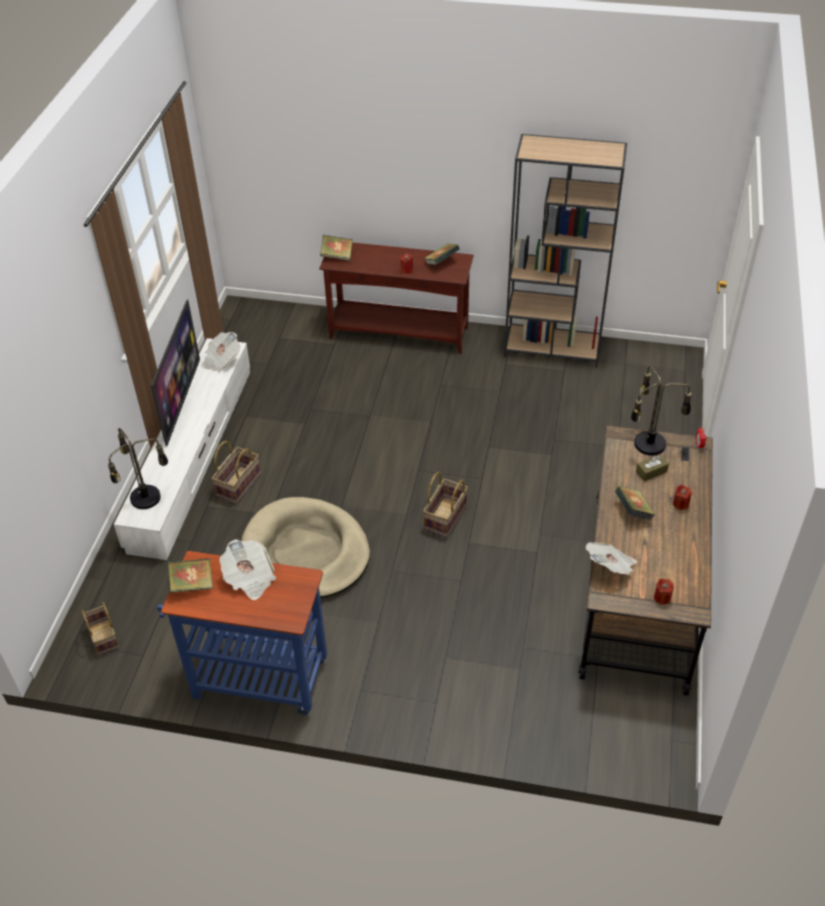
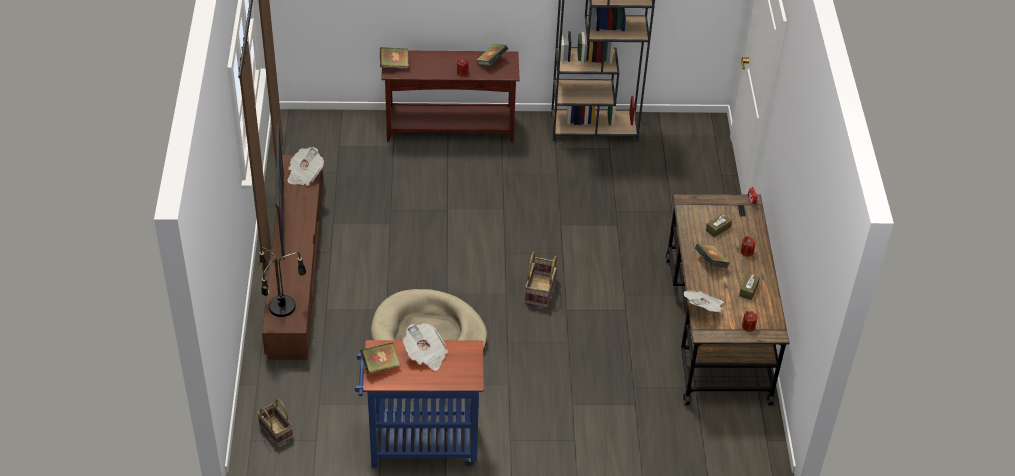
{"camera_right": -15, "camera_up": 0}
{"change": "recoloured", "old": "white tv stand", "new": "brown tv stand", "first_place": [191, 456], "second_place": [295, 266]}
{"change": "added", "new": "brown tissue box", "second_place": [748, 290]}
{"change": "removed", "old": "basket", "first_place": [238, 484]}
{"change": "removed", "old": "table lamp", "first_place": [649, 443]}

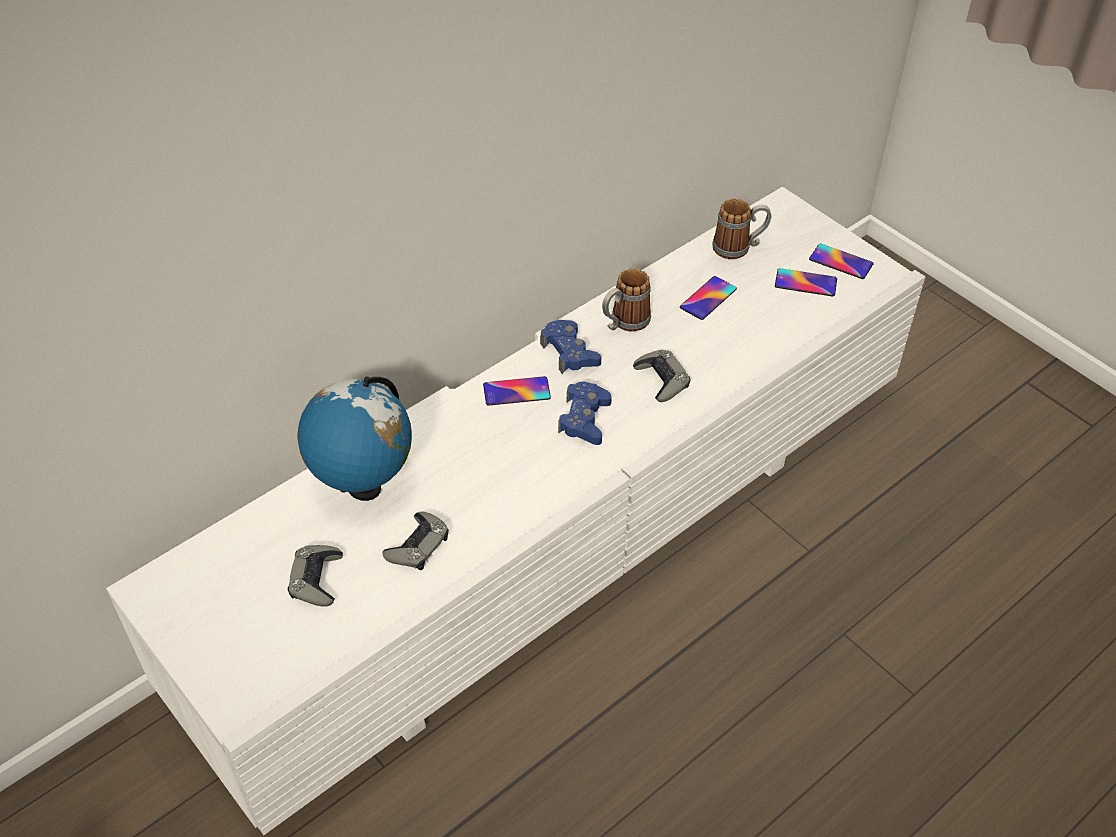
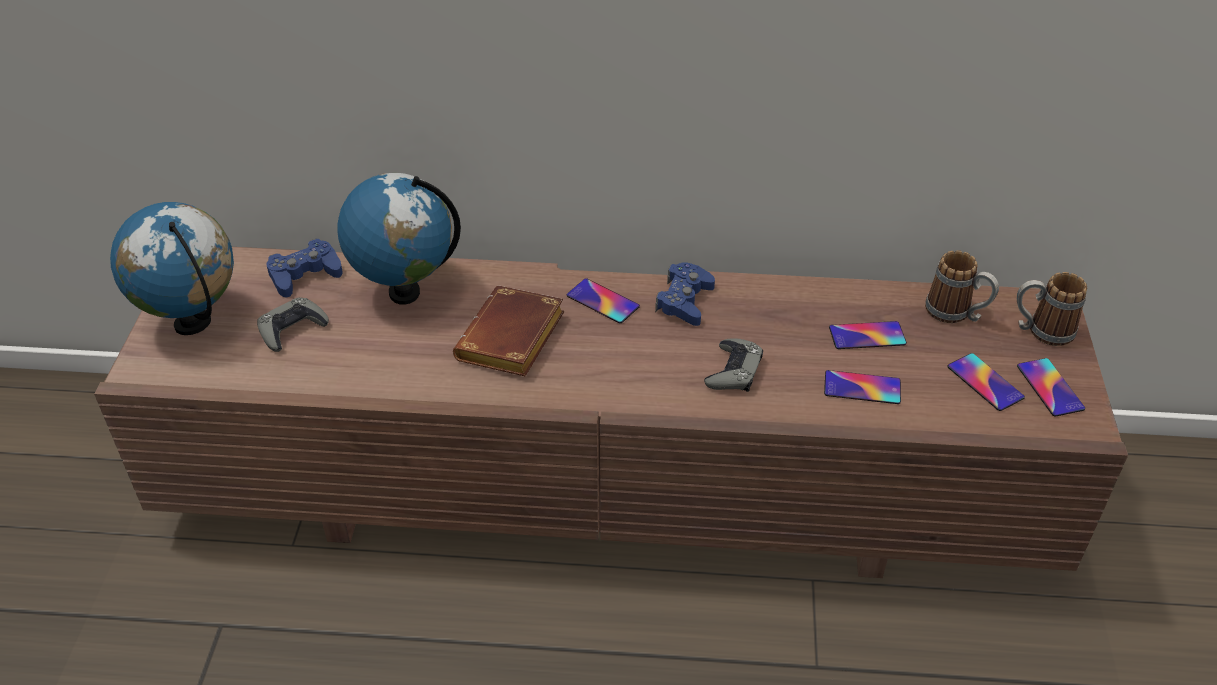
{"camera_right": 45, "camera_up": -5}
{"change": "recoloured", "old": "white tv stand", "new": "brown tv stand", "first_place": [556, 541], "second_place": [608, 488]}
{"change": "added", "new": "globe", "second_place": [193, 323]}
{"change": "moved", "old": "blue game controller", "first_place": [584, 419], "second_place": [305, 274]}
{"change": "added", "new": "brown book", "second_place": [512, 341]}
{"change": "added", "new": "phone", "second_place": [862, 388]}
{"change": "moved", "old": "mug", "first_place": [624, 323], "second_place": [1041, 331]}
{"change": "removed", "old": "grey game controller", "first_place": [418, 546]}

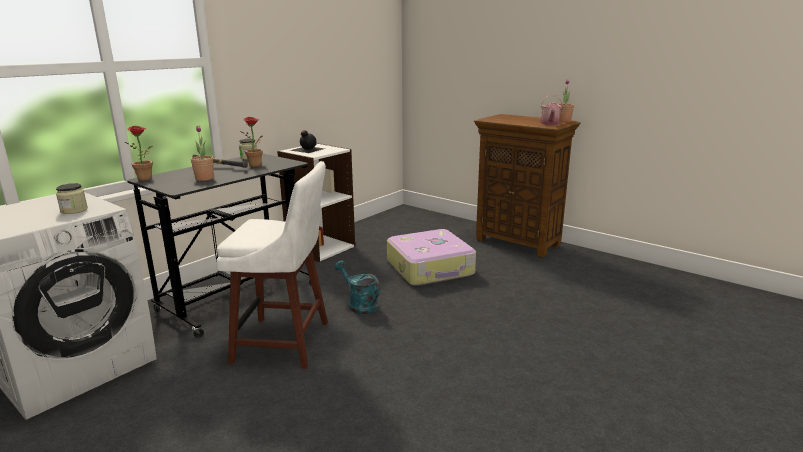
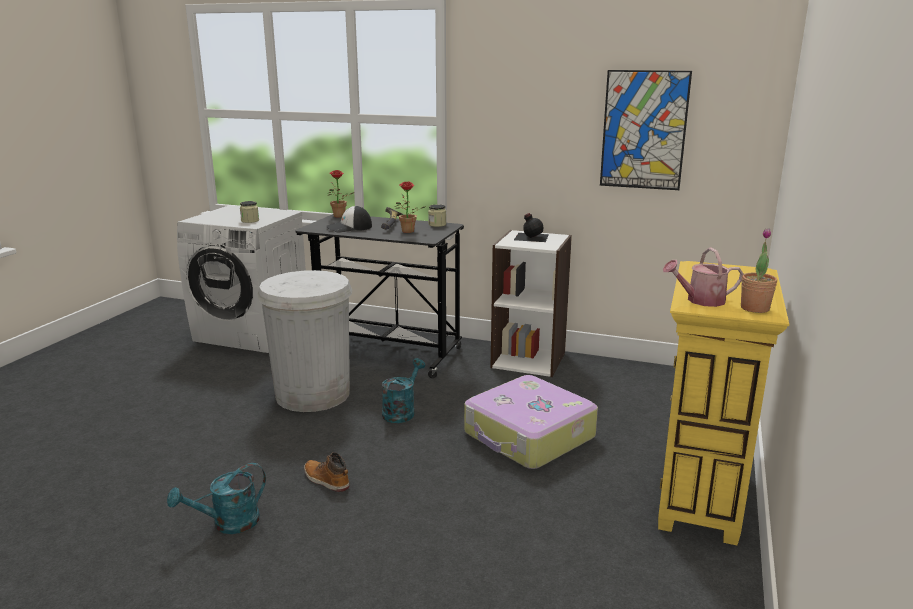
{"camera_right": 70, "camera_up": 0}
{"change": "added", "new": "turquoise watering can", "second_place": [228, 524]}
{"change": "replaced", "old": "white chair", "new": "white trash can", "first_place": [287, 342], "second_place": [313, 394]}
{"change": "added", "new": "boot", "second_place": [326, 480]}
{"change": "replaced", "old": "potted plant", "new": "cap", "first_place": [204, 178], "second_place": [349, 228]}
{"change": "added", "new": "picture", "second_place": [644, 130]}
{"change": "recoloured", "old": "brown cabinet", "new": "yellow cabinet", "first_place": [519, 242], "second_place": [701, 498]}

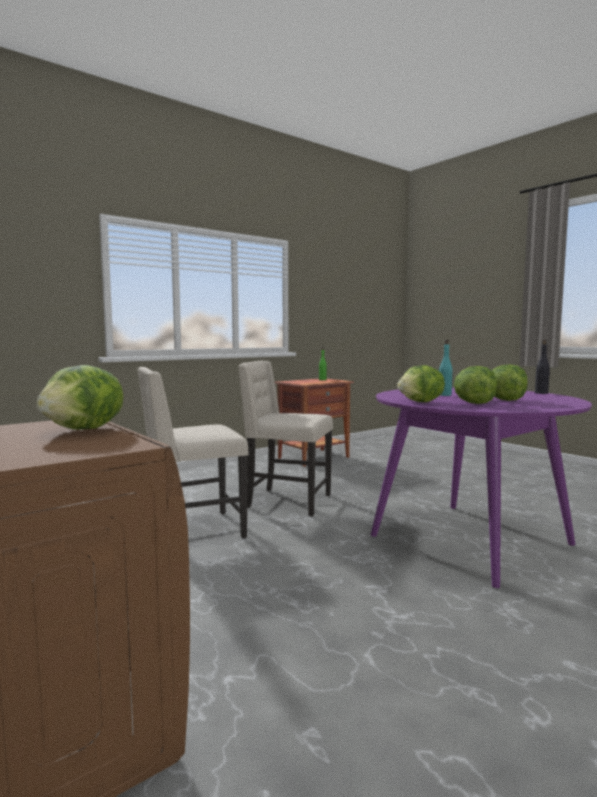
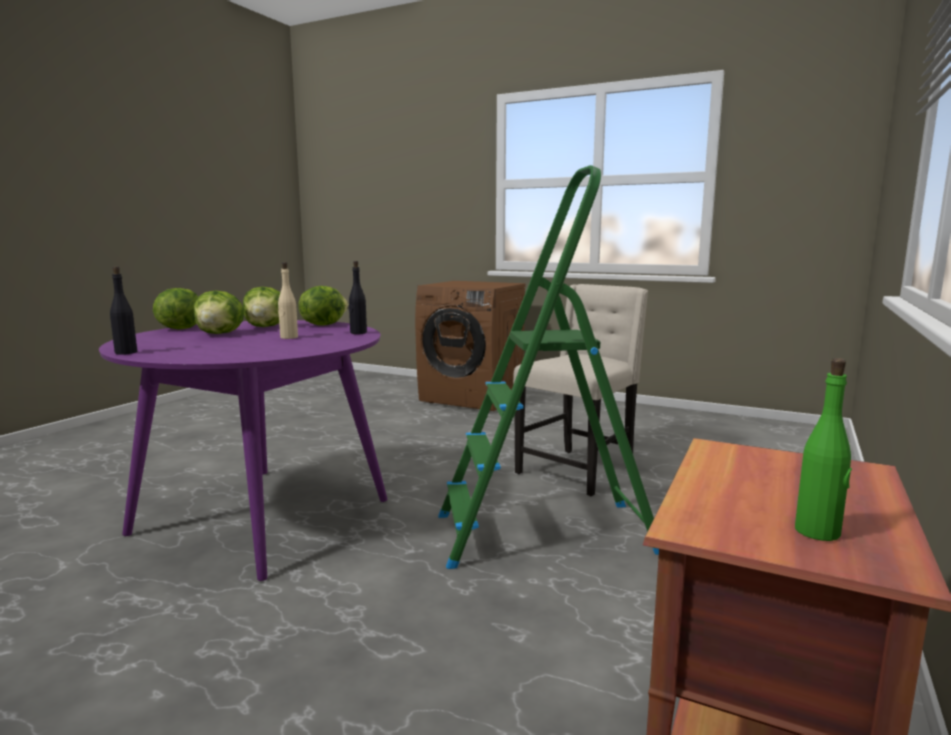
{"camera_right": 155, "camera_up": 5}
{"change": "moved", "old": "lettuce", "first_place": [85, 430], "second_place": [180, 329]}
{"change": "recoloured", "old": "turquoise bottle", "new": "beige bottle", "first_place": [445, 395], "second_place": [288, 337]}
{"change": "added", "new": "black bottle", "second_place": [358, 333]}
{"change": "replaced", "old": "beige chair", "new": "green step ladder", "first_place": [287, 501], "second_place": [543, 534]}

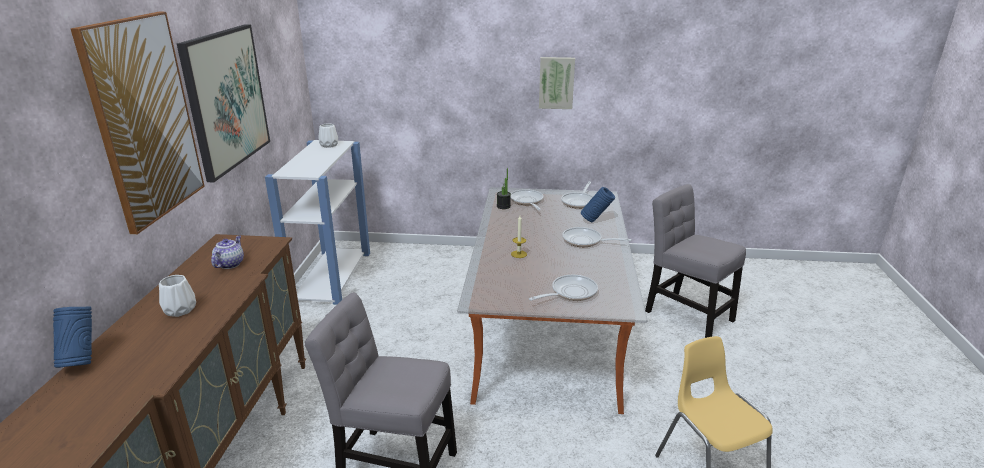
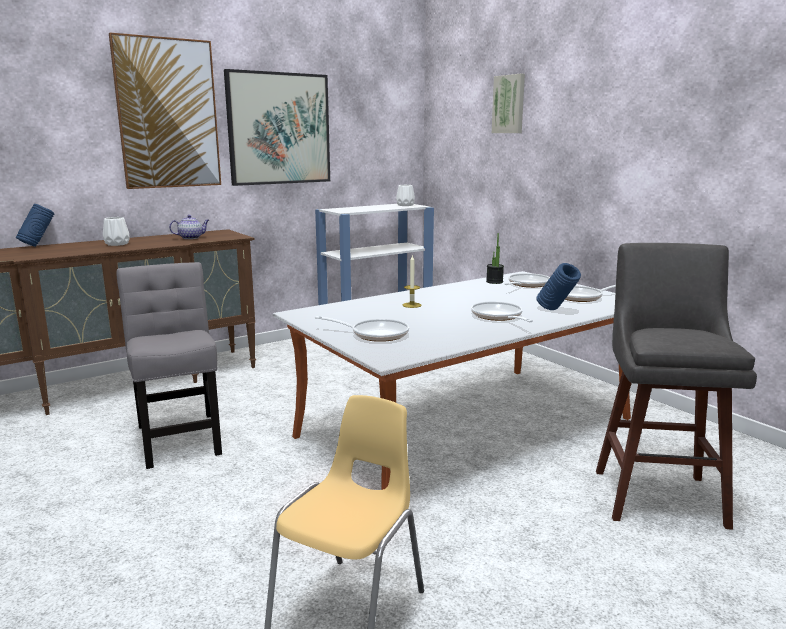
{"camera_right": 50, "camera_up": -10}
{"change": "moved", "old": "picture", "first_place": [556, 83], "second_place": [509, 104]}
{"change": "replaced", "old": "grey chair", "new": "grey stool", "first_place": [685, 313], "second_place": [658, 495]}

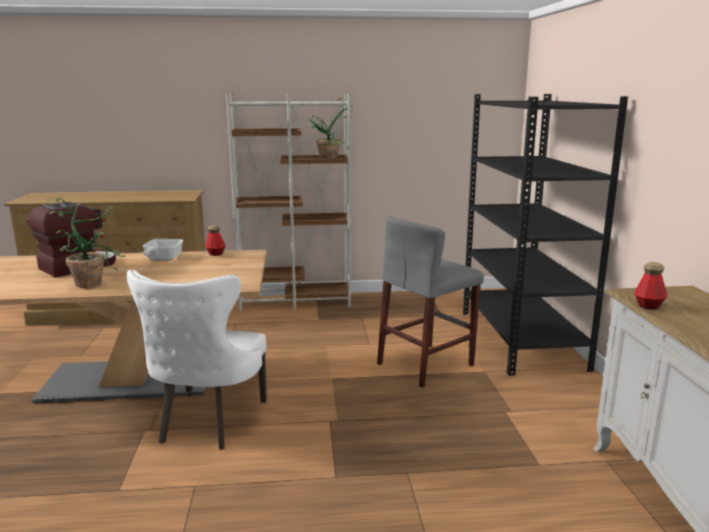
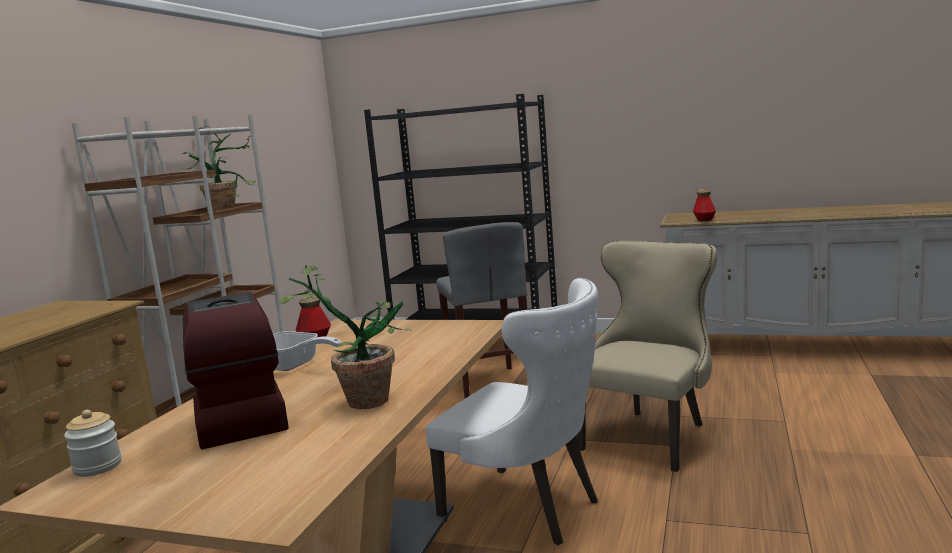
{"camera_right": -65, "camera_up": -5}
{"change": "added", "new": "jar", "second_place": [97, 467]}
{"change": "added", "new": "beige chair", "second_place": [650, 436]}

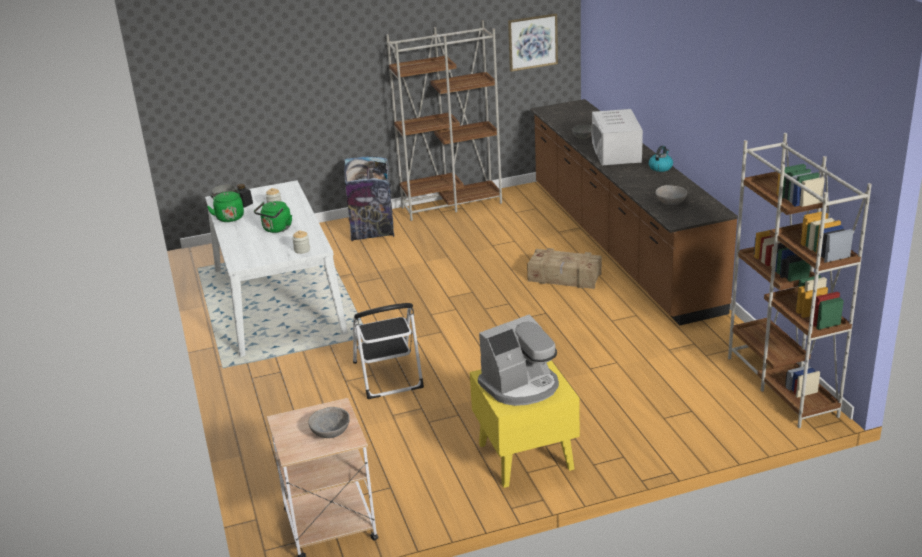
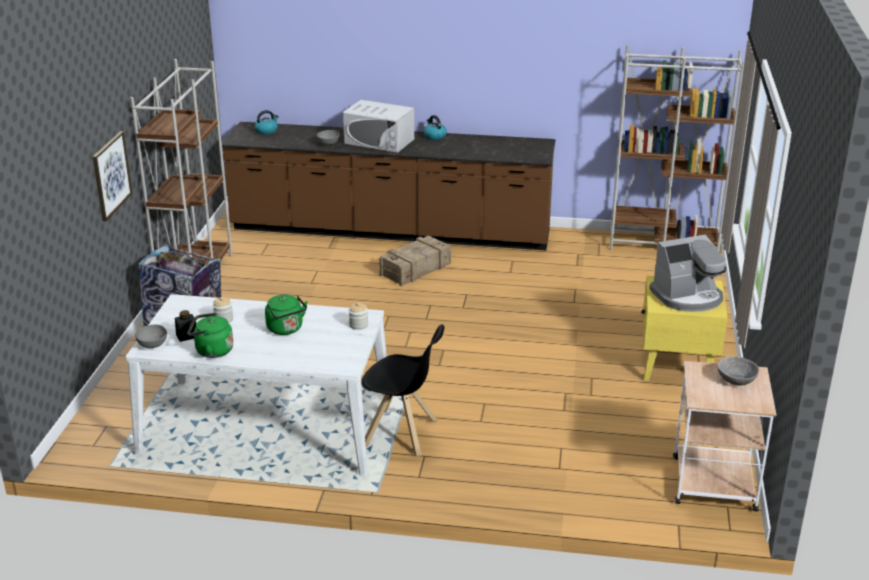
{"camera_right": -65, "camera_up": 0}
{"change": "moved", "old": "picture", "first_place": [532, 42], "second_place": [111, 175]}
{"change": "added", "new": "kettle", "second_place": [266, 131]}
{"change": "added", "new": "black chair", "second_place": [402, 433]}
{"change": "turned", "old": "coffee machine", "first_place": [521, 386], "second_place": [688, 297], "degrees": 75}
{"change": "removed", "old": "step ladder", "first_place": [388, 376]}
{"change": "removed", "old": "grey bowl", "first_place": [670, 202]}

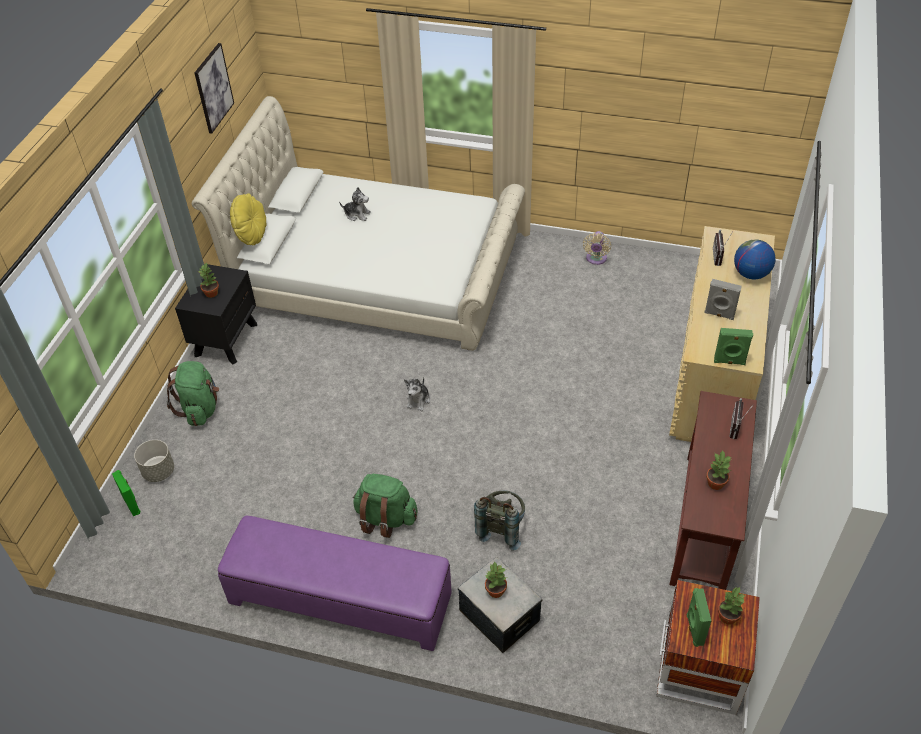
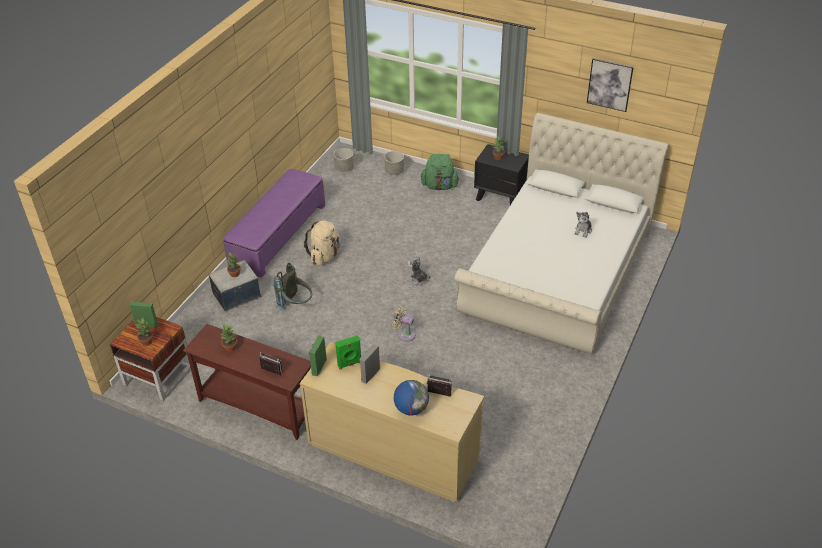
{"camera_right": 100, "camera_up": -5}
{"change": "recoloured", "old": "green backpack", "new": "beige backpack", "first_place": [385, 518], "second_place": [325, 256]}
{"change": "added", "new": "grey planter", "second_place": [344, 168]}
{"change": "moved", "old": "green speaker", "first_place": [132, 504], "second_place": [349, 364]}
{"change": "moved", "old": "beige fan", "first_place": [596, 259], "second_place": [404, 334]}
{"change": "removed", "old": "yellow pillow", "first_place": [252, 236]}

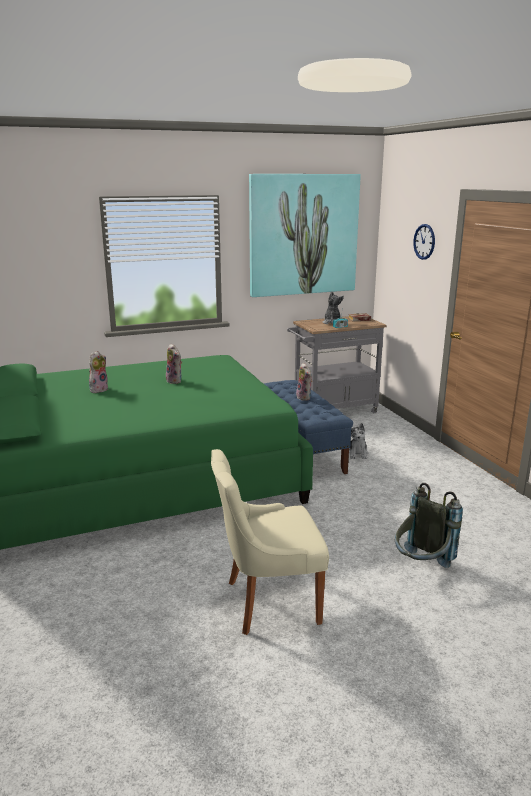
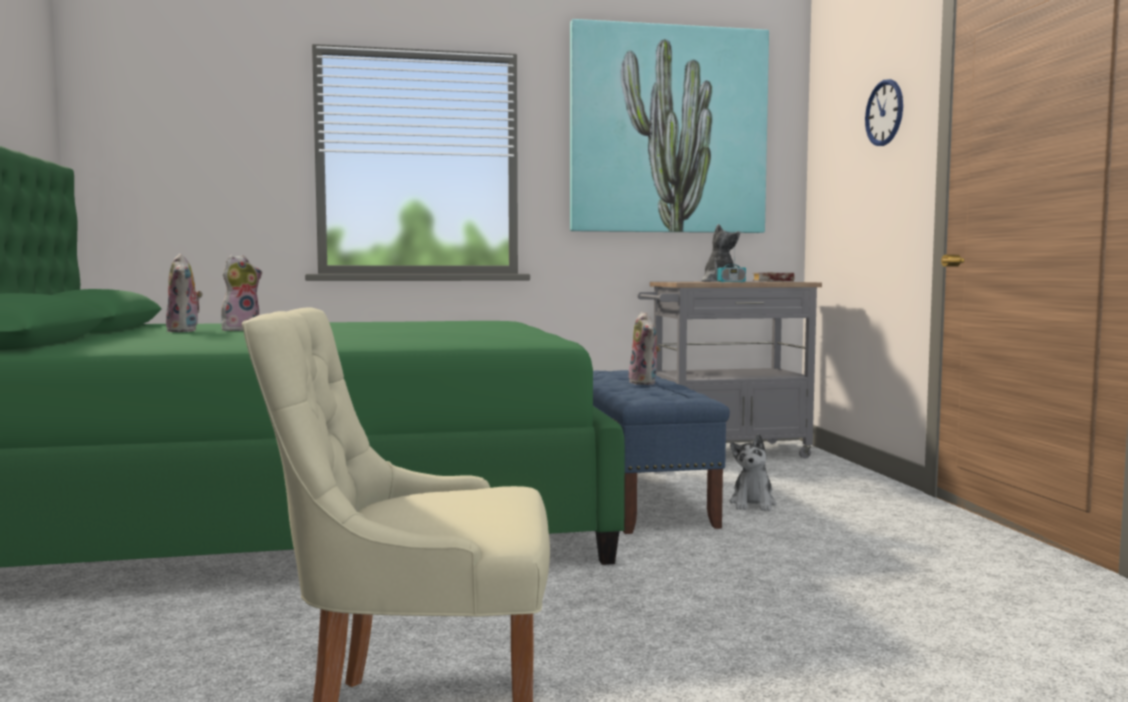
{"camera_right": 10, "camera_up": -15}
{"change": "moved", "old": "plush toy", "first_place": [175, 381], "second_place": [185, 331]}
{"change": "removed", "old": "grey backpack", "first_place": [421, 567]}

